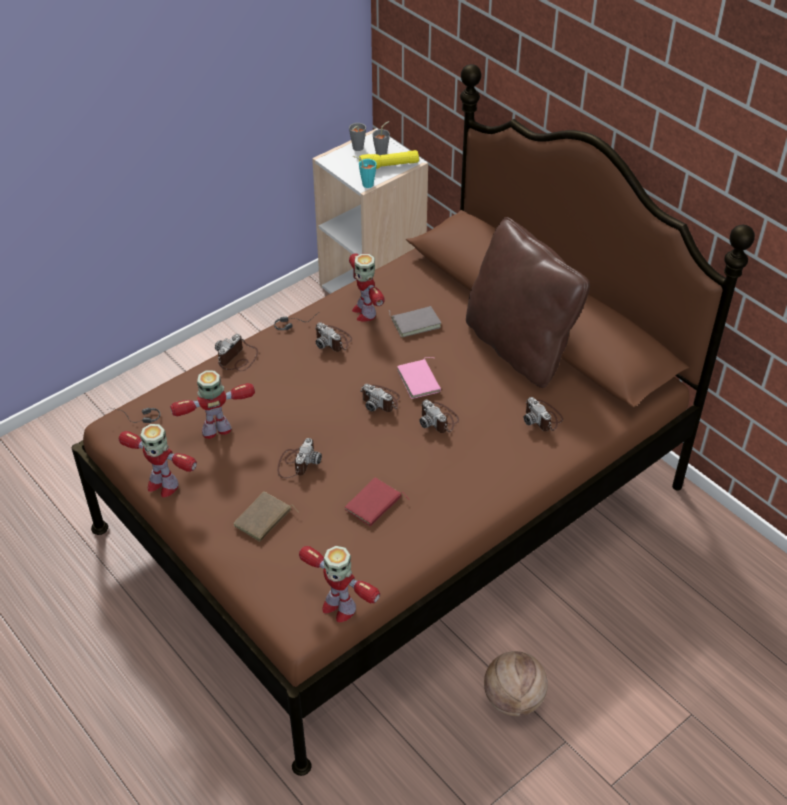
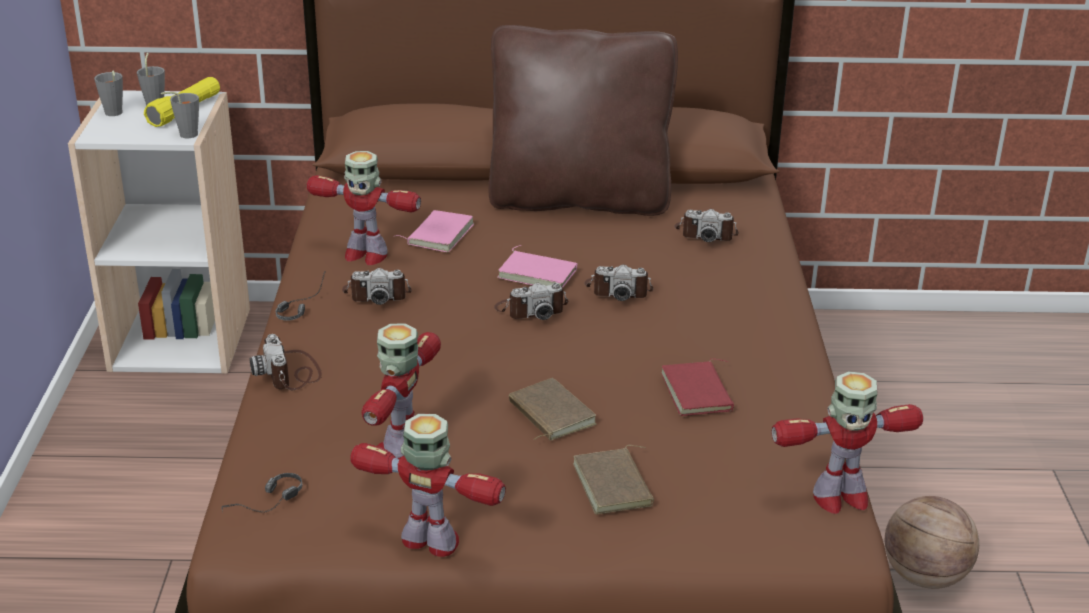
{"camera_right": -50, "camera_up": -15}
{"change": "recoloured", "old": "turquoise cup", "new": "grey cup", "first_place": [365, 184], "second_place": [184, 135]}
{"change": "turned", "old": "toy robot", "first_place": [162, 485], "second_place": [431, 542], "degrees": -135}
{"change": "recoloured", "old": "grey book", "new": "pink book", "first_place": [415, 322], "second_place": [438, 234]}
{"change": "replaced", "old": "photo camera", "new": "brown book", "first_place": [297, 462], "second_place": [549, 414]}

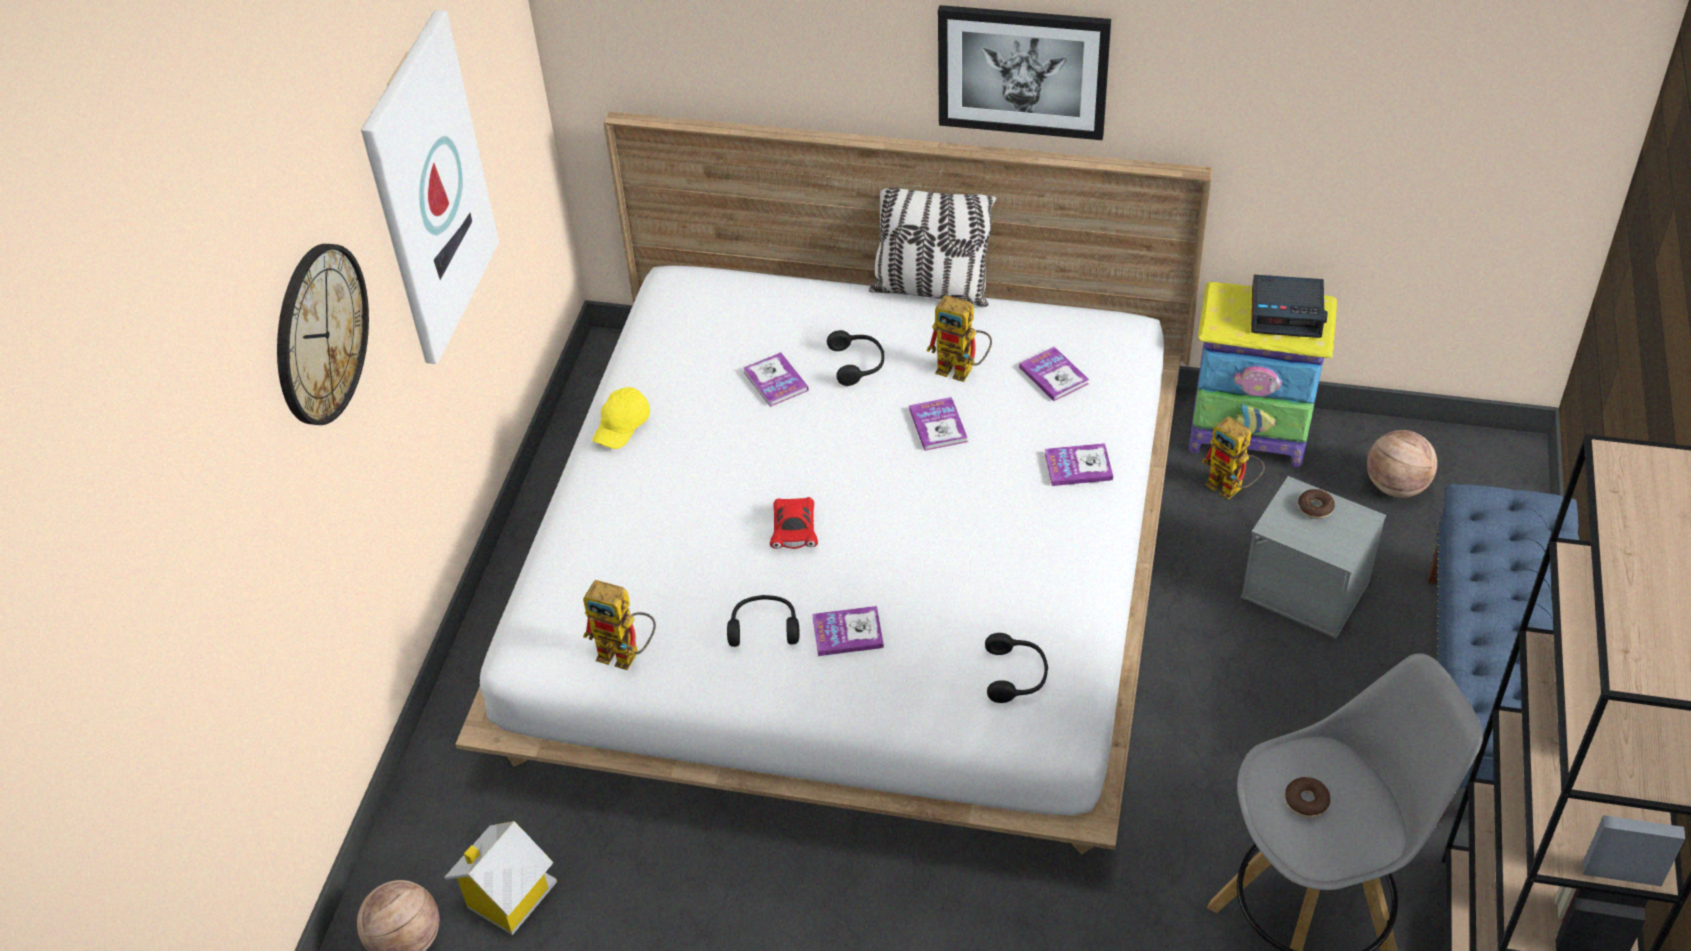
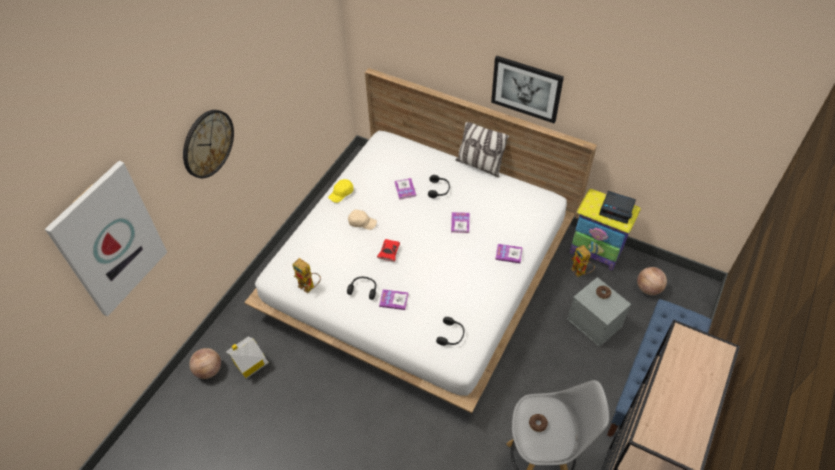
{"camera_right": 15, "camera_up": 5}
{"change": "moved", "old": "picture", "first_place": [427, 190], "second_place": [109, 240]}
{"change": "added", "new": "beige cap", "second_place": [362, 222]}
{"change": "removed", "old": "toy robot", "first_place": [962, 370]}
{"change": "removed", "old": "book", "first_place": [1053, 375]}

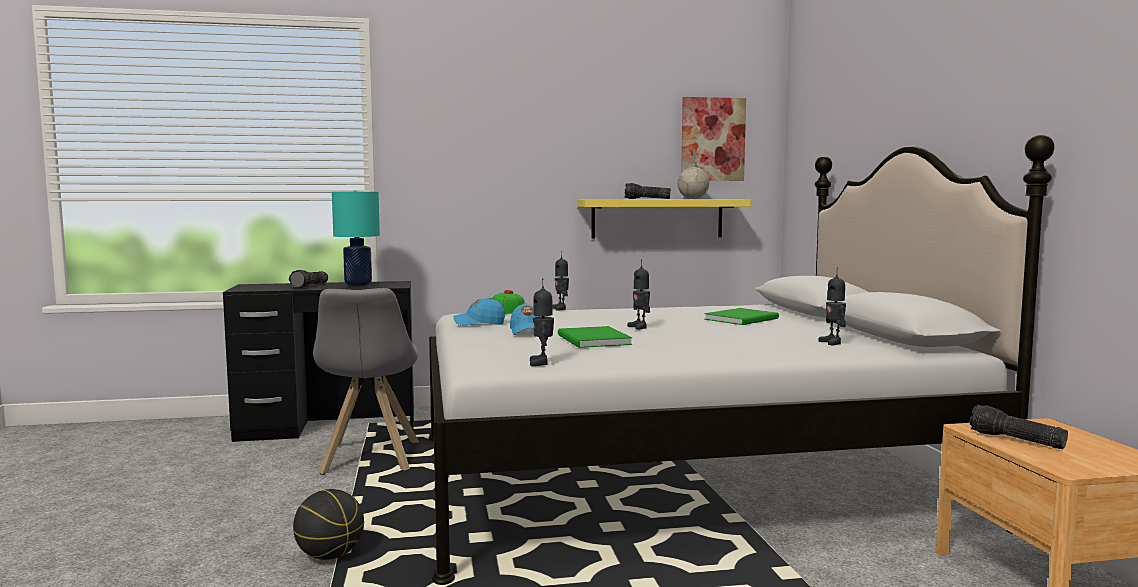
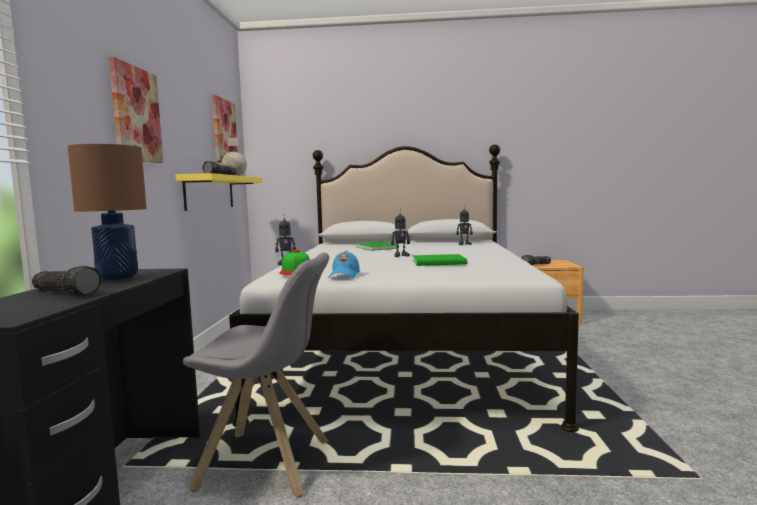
{"camera_right": -75, "camera_up": 0}
{"change": "recoloured", "old": "turquoise table lamp", "new": "brown table lamp", "first_place": [357, 285], "second_place": [117, 279]}
{"change": "added", "new": "picture", "second_place": [135, 114]}
{"change": "removed", "old": "basketball", "first_place": [330, 555]}
{"change": "removed", "old": "blue cap", "first_place": [526, 332]}
{"change": "removed", "old": "toy robot", "first_place": [541, 363]}

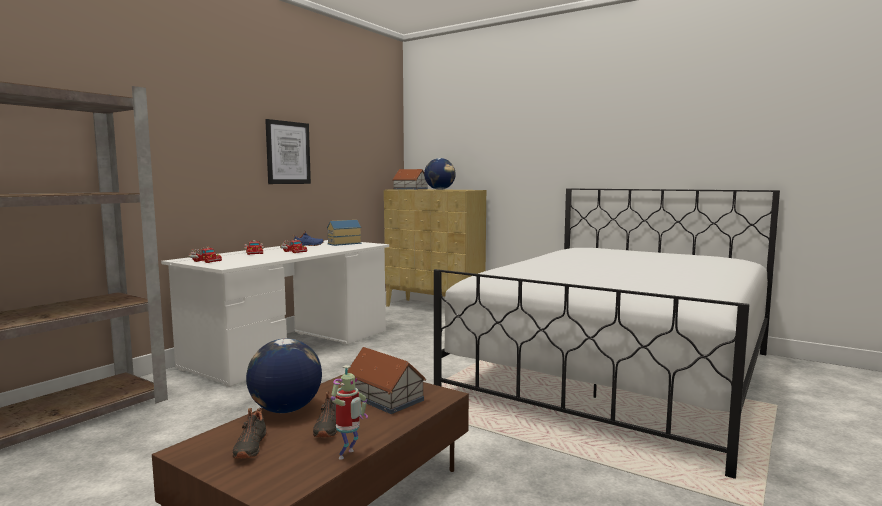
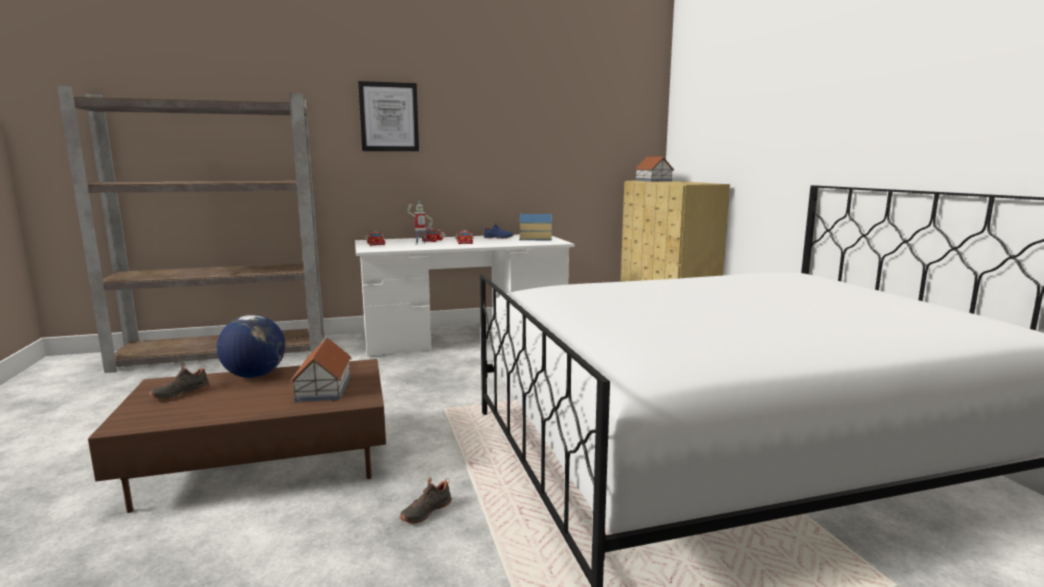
{"camera_right": 40, "camera_up": 5}
{"change": "moved", "old": "picture", "first_place": [288, 152], "second_place": [389, 117]}
{"change": "moved", "old": "black shoe", "first_place": [327, 428], "second_place": [425, 511]}
{"change": "moved", "old": "toy robot", "first_place": [348, 455], "second_place": [420, 244]}
{"change": "removed", "old": "globe", "first_place": [440, 189]}

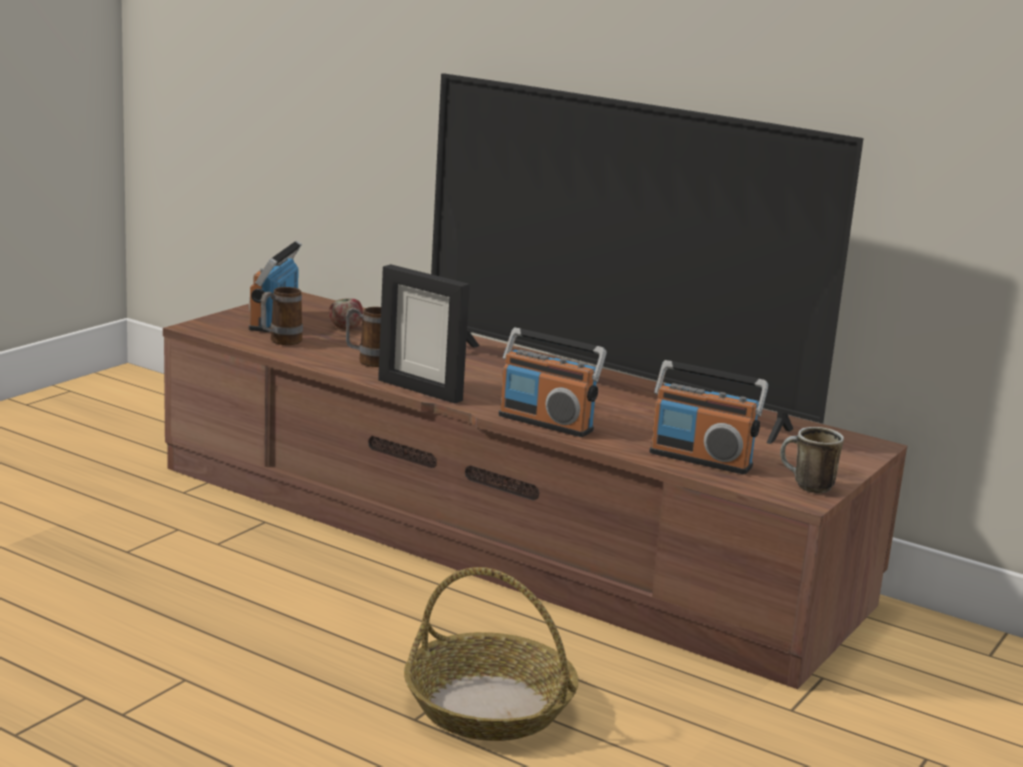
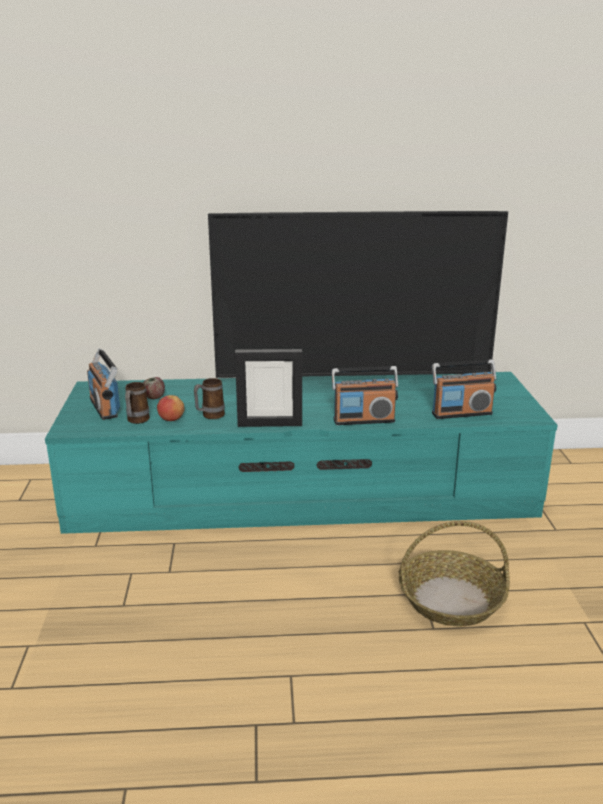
{"camera_right": -35, "camera_up": 5}
{"change": "recoloured", "old": "brown tv stand", "new": "turquoise tv stand", "first_place": [503, 531], "second_place": [302, 490]}
{"change": "added", "new": "apple", "second_place": [171, 419]}
{"change": "removed", "old": "mug", "first_place": [806, 486]}

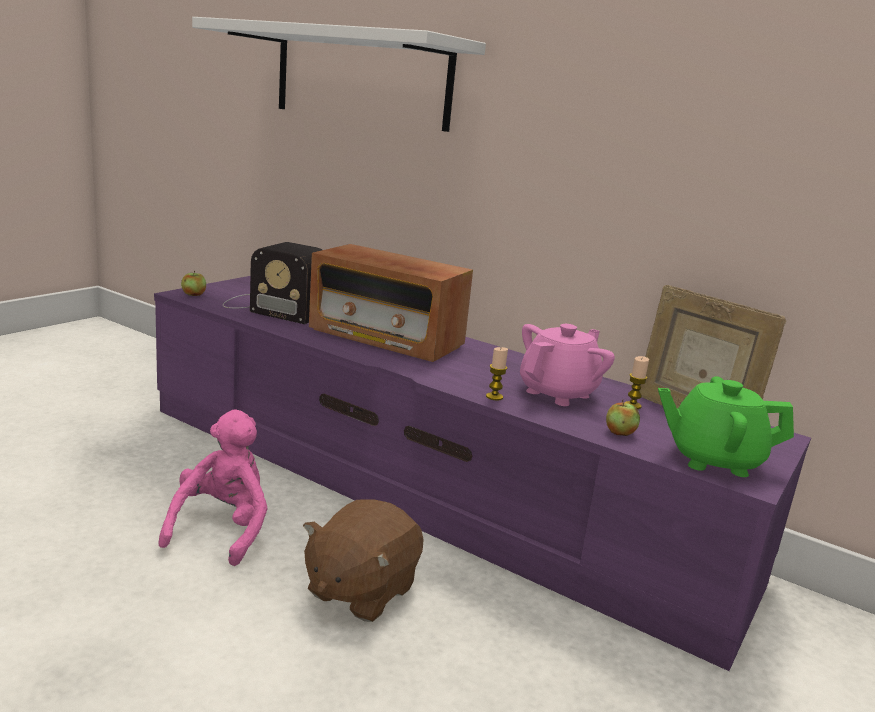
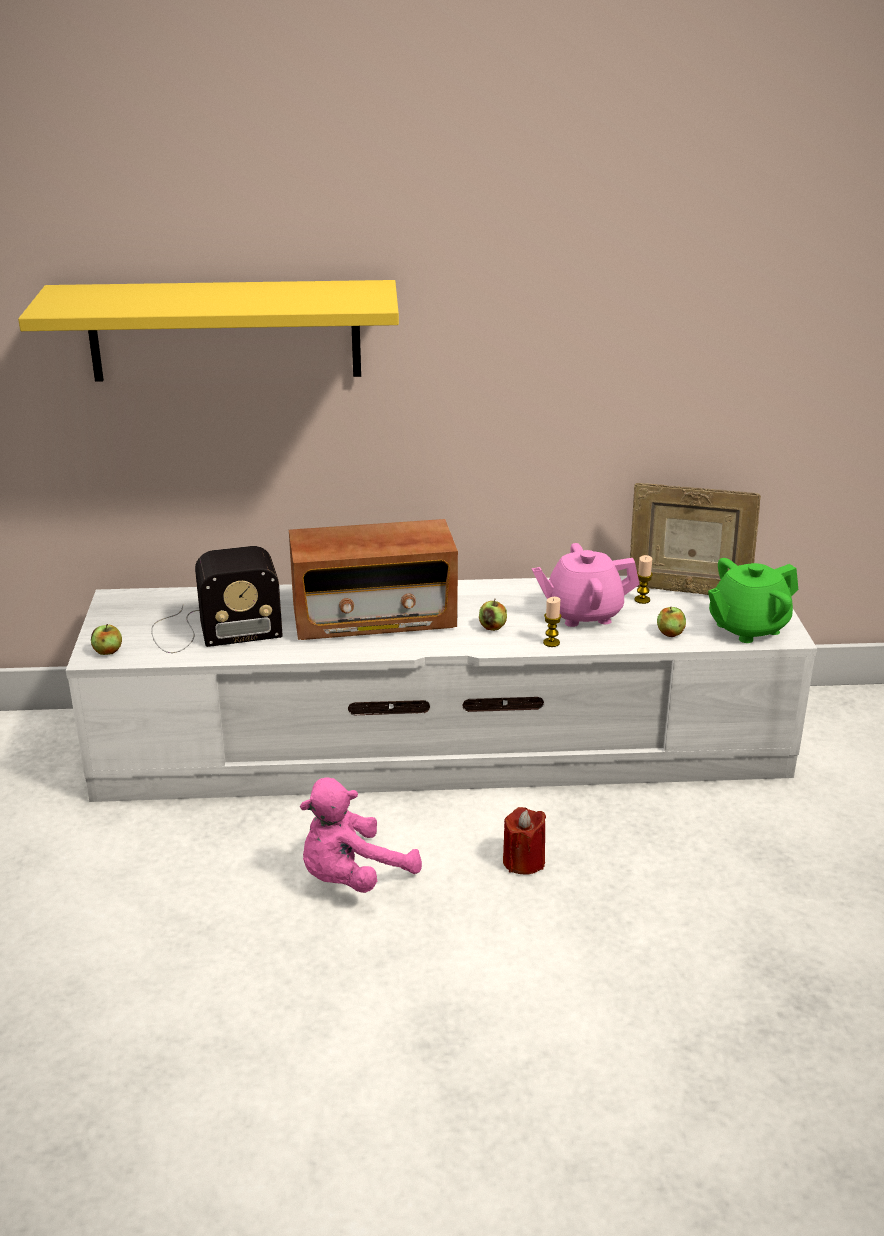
{"camera_right": -35, "camera_up": 10}
{"change": "recoloured", "old": "white shelf", "new": "yellow shelf", "first_place": [361, 77], "second_place": [225, 331]}
{"change": "recoloured", "old": "purple tv stand", "new": "white tv stand", "first_place": [427, 485], "second_place": [443, 743]}
{"change": "turned", "old": "pink plush toy", "first_place": [222, 529], "second_place": [352, 878], "degrees": -105}
{"change": "added", "new": "apple", "second_place": [492, 627]}
{"change": "replaced", "old": "brown plush toy", "new": "red candle", "first_place": [360, 590], "second_place": [523, 861]}
{"change": "turned", "old": "pink teapot", "first_place": [558, 393], "second_place": [583, 614], "degrees": -105}

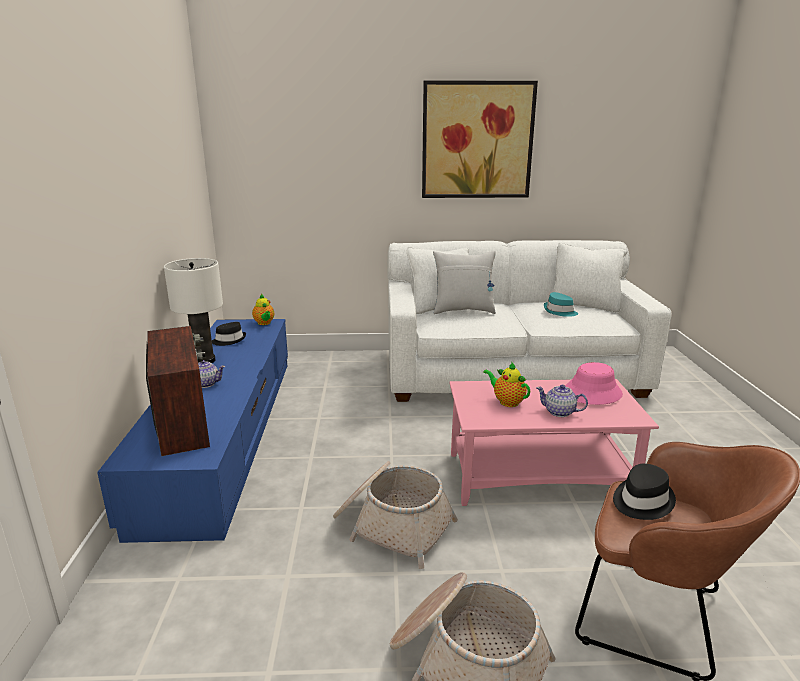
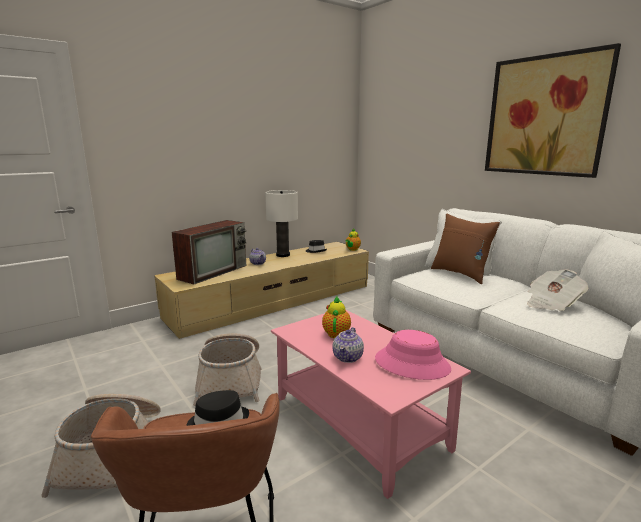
{"camera_right": 55, "camera_up": -5}
{"change": "recoloured", "old": "blue tv stand", "new": "beige tv stand", "first_place": [223, 431], "second_place": [273, 300]}
{"change": "turned", "old": "teapot", "first_place": [560, 412], "second_place": [348, 357], "degrees": -150}
{"change": "recoloured", "old": "grey pillow", "new": "brown pillow", "first_place": [463, 311], "second_place": [460, 274]}
{"change": "replaced", "old": "turquoise hat", "new": "newspaper", "first_place": [559, 312], "second_place": [551, 303]}

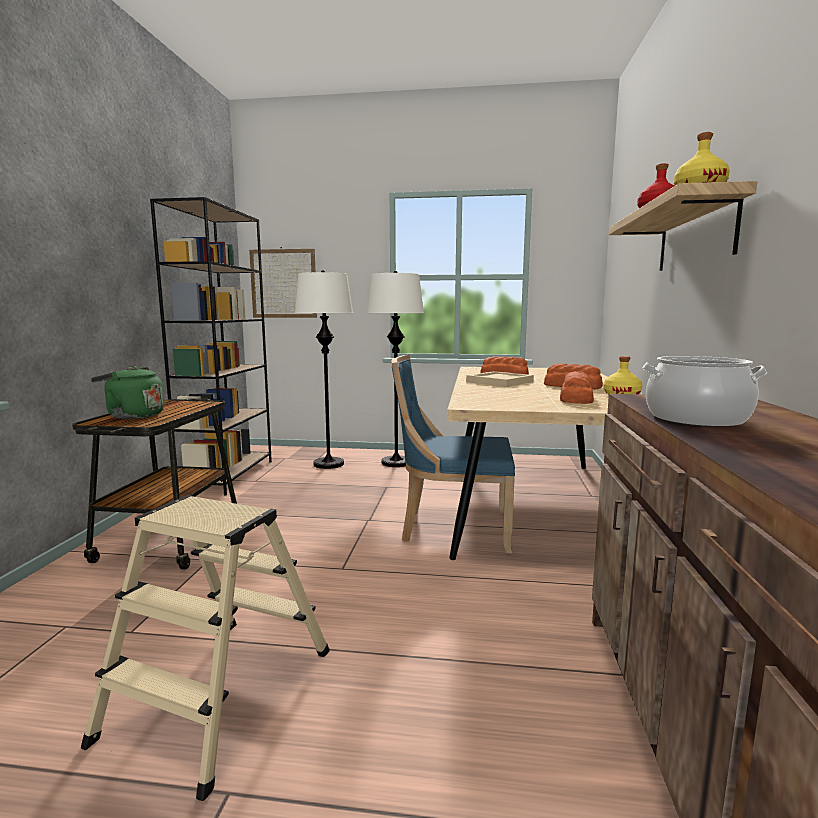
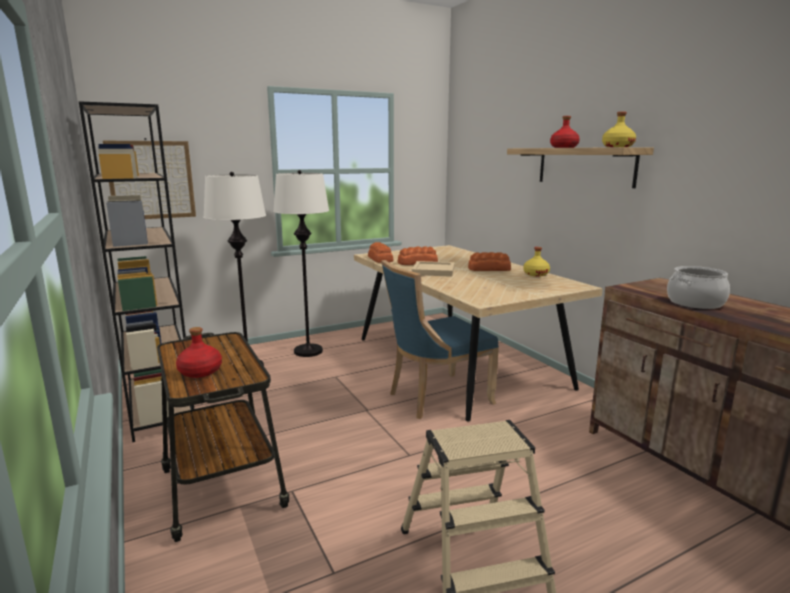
{"camera_right": -35, "camera_up": 5}
{"change": "replaced", "old": "green kettle", "new": "red bottle", "first_place": [132, 416], "second_place": [200, 371]}
{"change": "moved", "old": "bread", "first_place": [575, 398], "second_place": [380, 259]}

